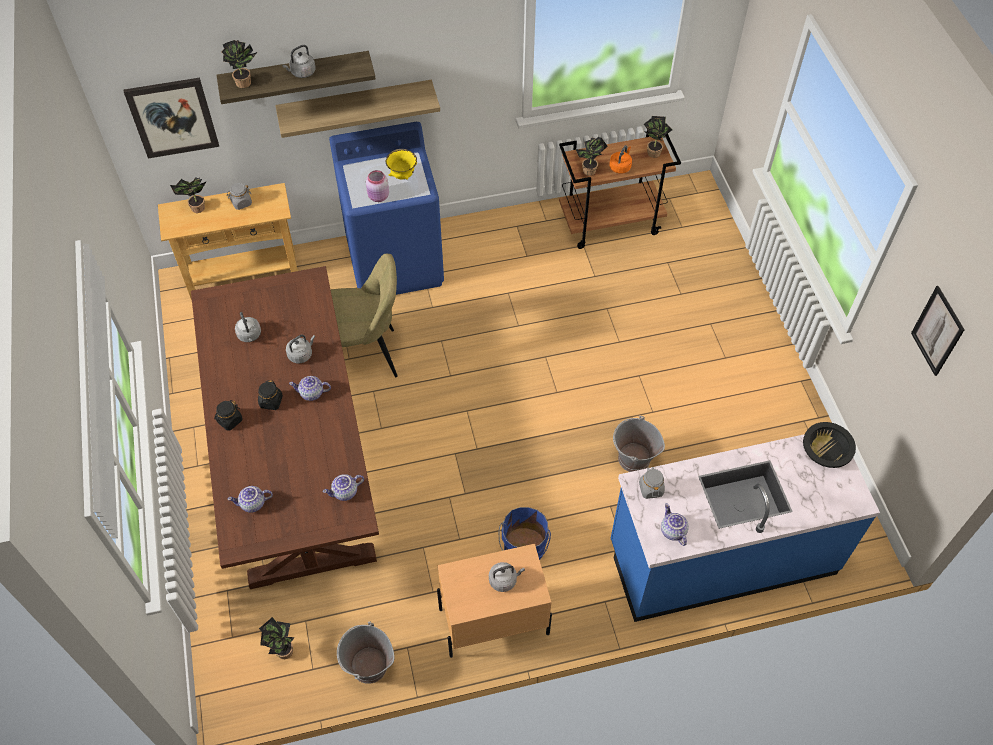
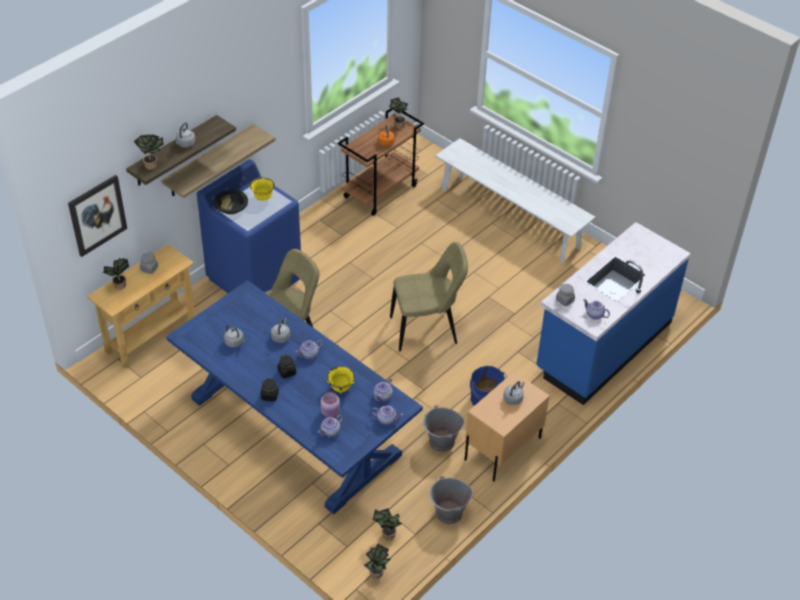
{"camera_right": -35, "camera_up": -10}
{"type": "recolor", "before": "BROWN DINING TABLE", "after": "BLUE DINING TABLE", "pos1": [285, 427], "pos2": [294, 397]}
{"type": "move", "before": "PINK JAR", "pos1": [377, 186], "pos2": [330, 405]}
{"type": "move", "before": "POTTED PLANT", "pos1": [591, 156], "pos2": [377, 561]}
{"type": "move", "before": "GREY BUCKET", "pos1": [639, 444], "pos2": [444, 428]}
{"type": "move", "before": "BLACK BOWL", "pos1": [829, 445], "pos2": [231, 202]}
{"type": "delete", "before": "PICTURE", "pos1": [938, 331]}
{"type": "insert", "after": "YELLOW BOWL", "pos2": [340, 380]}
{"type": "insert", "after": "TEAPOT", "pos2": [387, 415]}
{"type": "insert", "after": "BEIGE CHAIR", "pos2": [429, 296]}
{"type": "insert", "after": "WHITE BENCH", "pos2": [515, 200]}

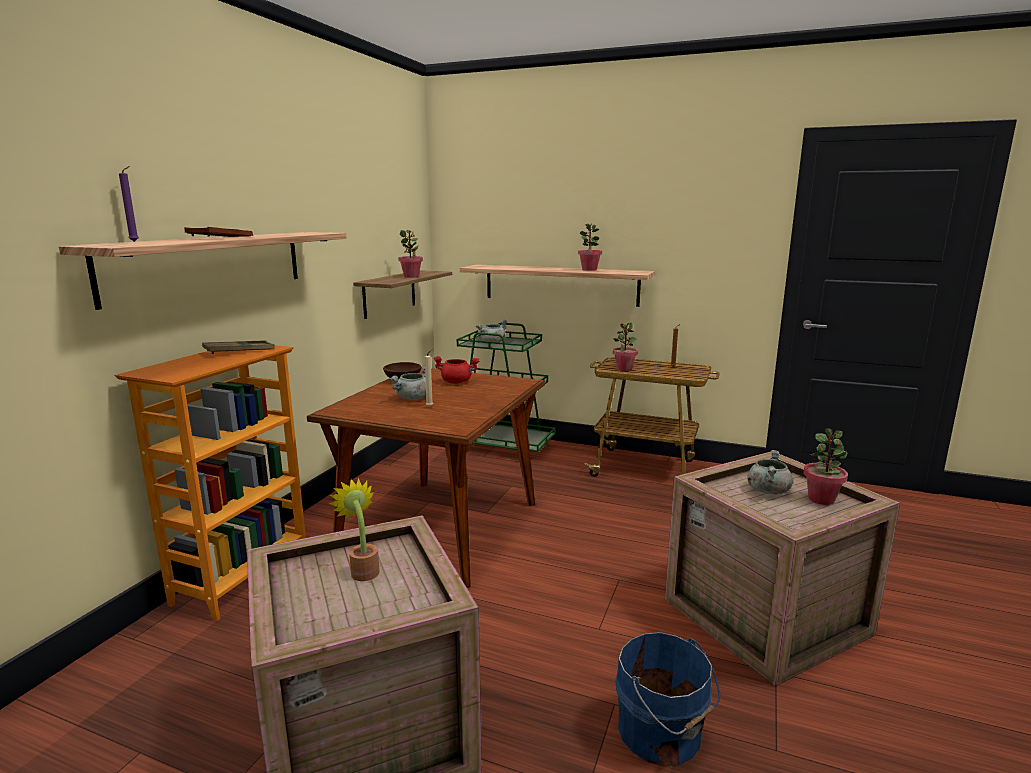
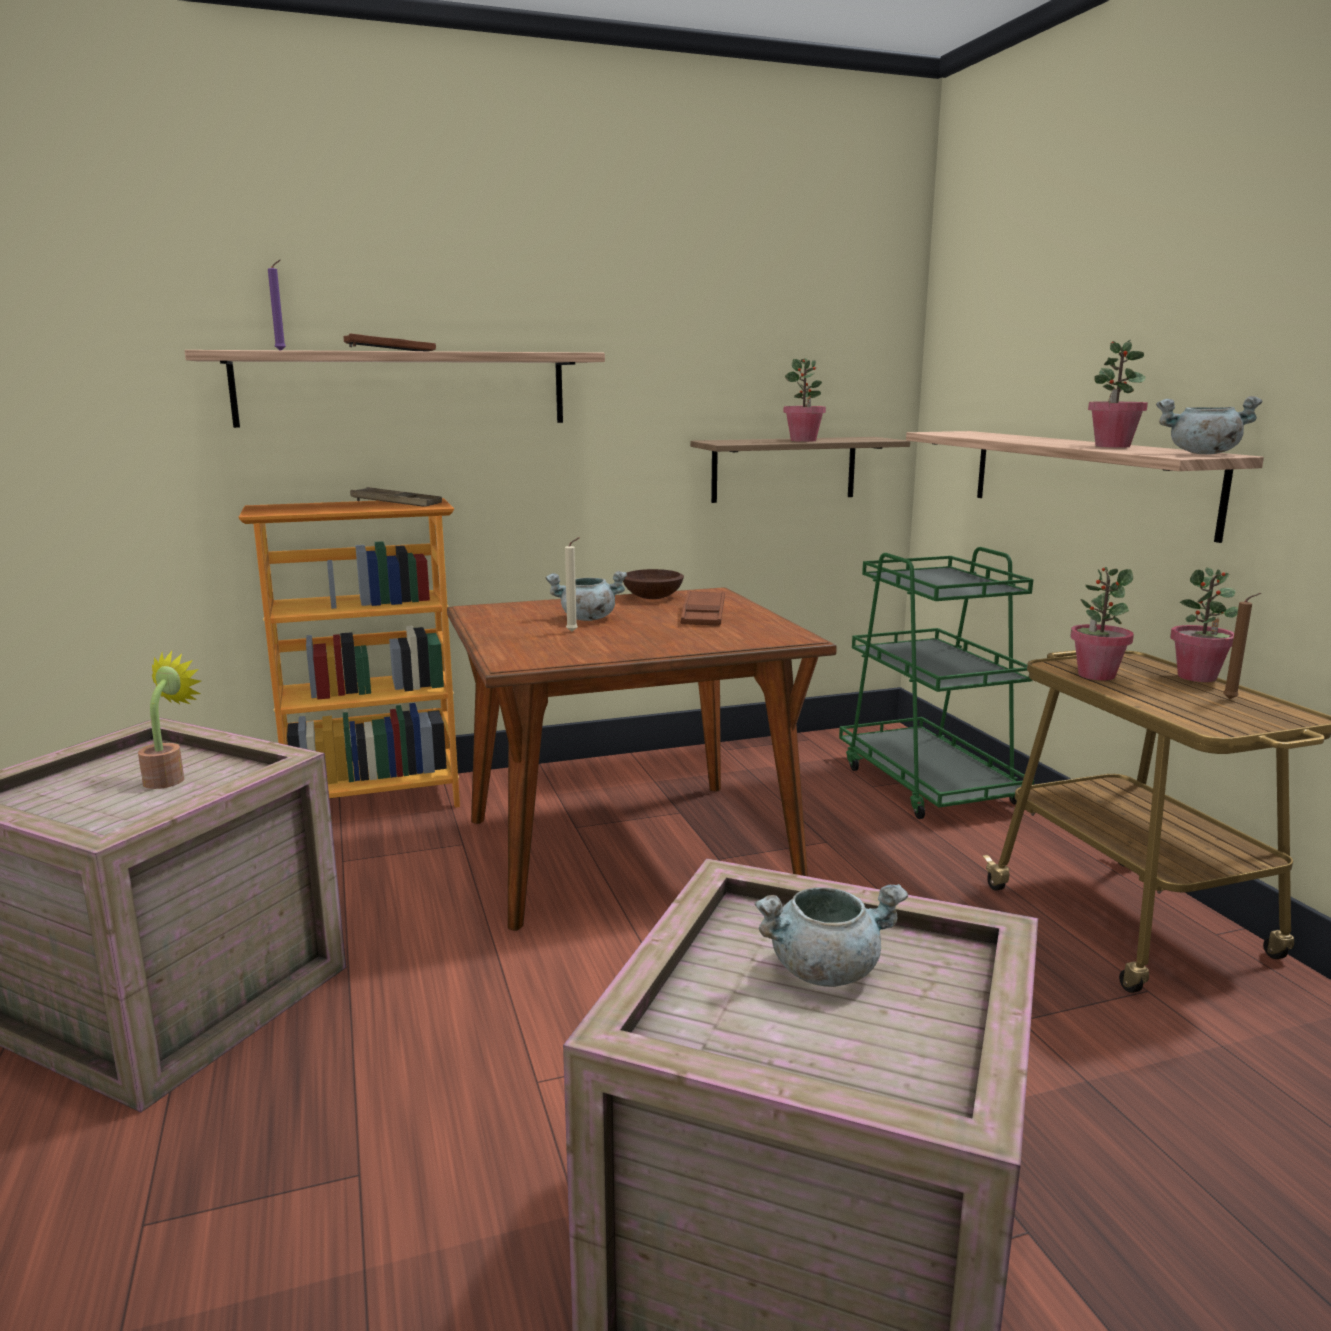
{"camera_right": 50, "camera_up": 0}
{"type": "replace", "before": "RED COOKING POT", "after": "BROWN TRAY", "pos1": [457, 370], "pos2": [702, 608]}
{"type": "move", "before": "GREY COOKING POT", "pos1": [492, 331], "pos2": [1209, 425]}
{"type": "delete", "before": "BLUE BUCKET", "pos1": [667, 699]}
{"type": "move", "before": "POTTED PLANT", "pos1": [825, 466], "pos2": [1204, 624]}

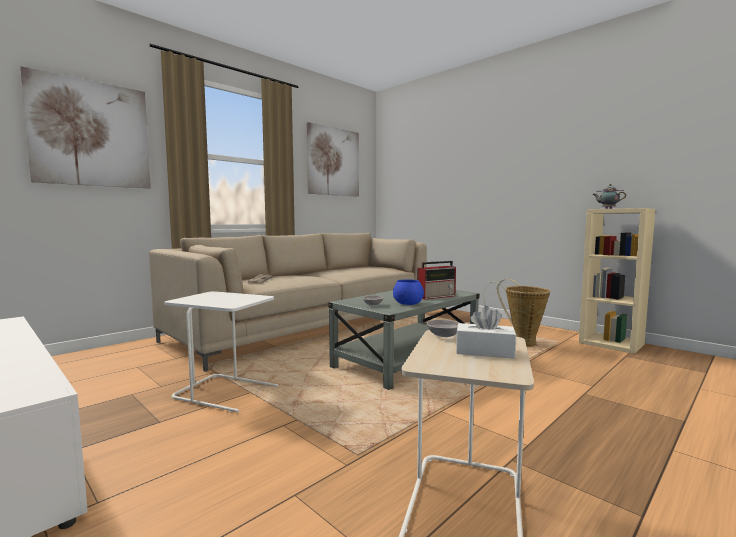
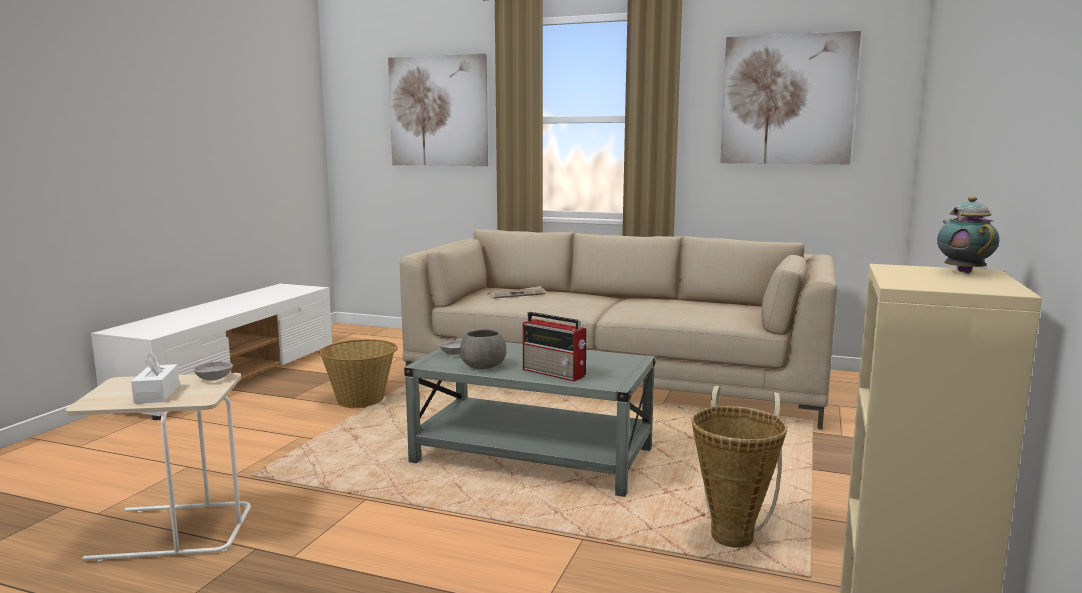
{"camera_right": 65, "camera_up": 5}
{"type": "replace", "before": "WHITE SIDE TABLE", "after": "BASKET", "pos1": [221, 351], "pos2": [359, 373]}
{"type": "recolor", "before": "BLUE BOWL", "after": "GREY BOWL", "pos1": [408, 292], "pos2": [483, 349]}

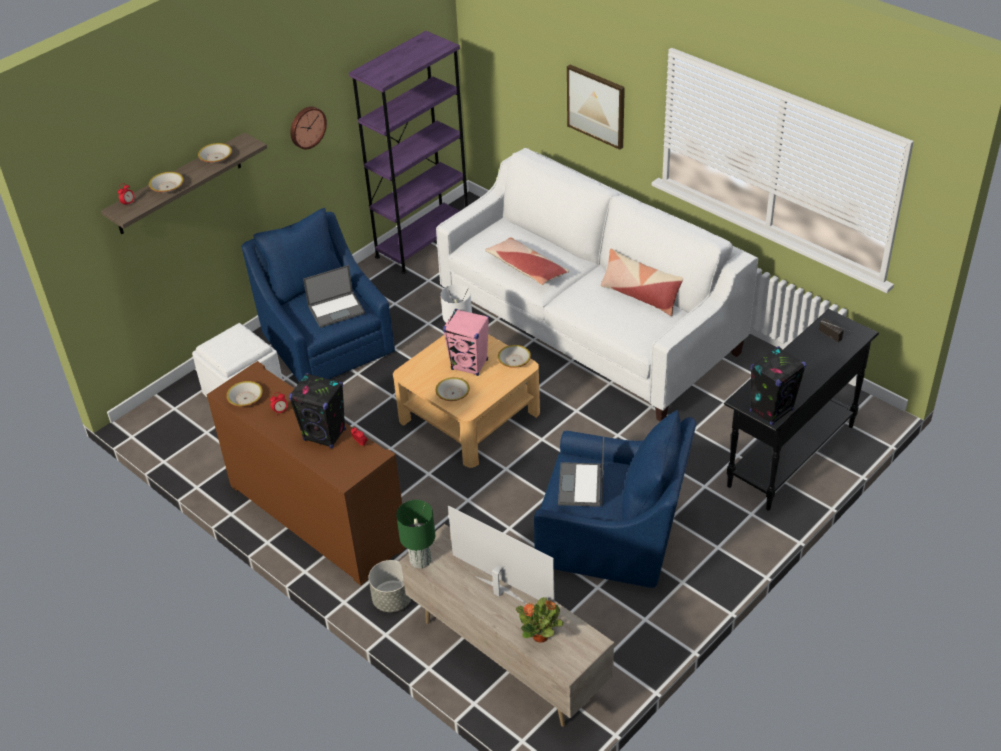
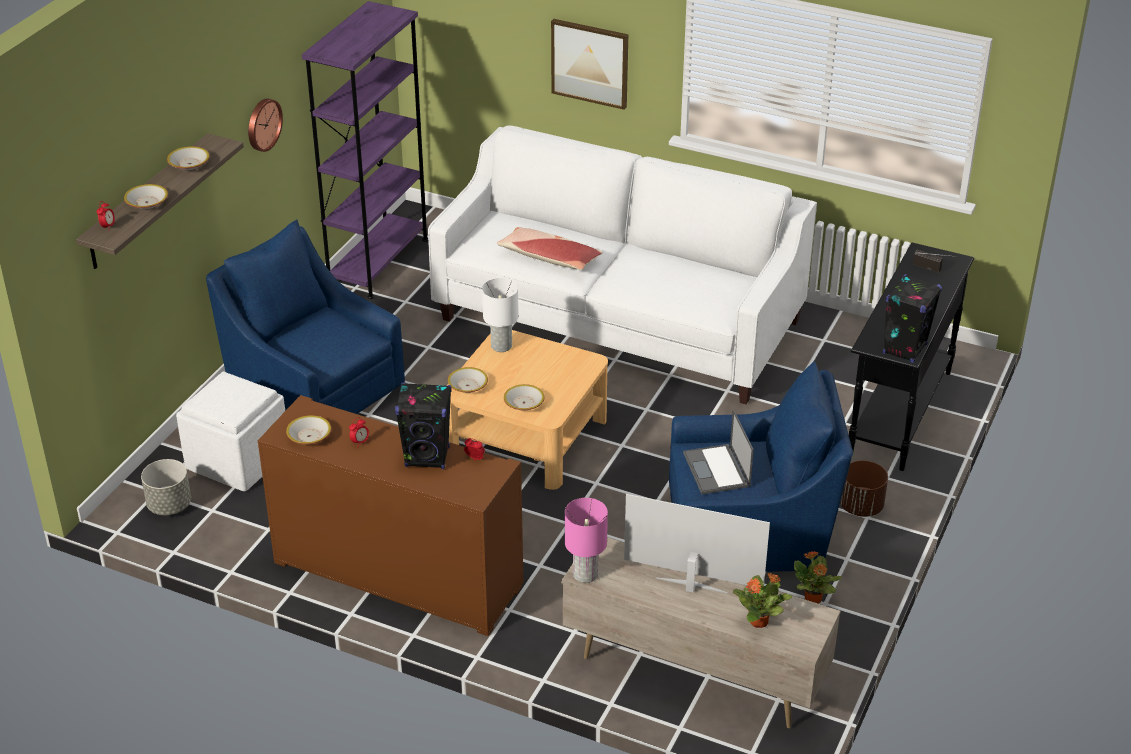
{"camera_right": -20, "camera_up": -5}
{"type": "delete", "before": "LAPTOP", "pos1": [334, 296]}
{"type": "move", "before": "GREY PLANTER", "pos1": [389, 586], "pos2": [166, 487]}
{"type": "recolor", "before": "GREEN TABLE LAMP", "after": "PINK TABLE LAMP", "pos1": [415, 534], "pos2": [586, 540]}
{"type": "delete", "before": "PINK SPEAKER", "pos1": [466, 342]}
{"type": "move", "before": "BOWL", "pos1": [514, 356], "pos2": [468, 380]}
{"type": "delete", "before": "PILLOW", "pos1": [642, 282]}
{"type": "insert", "after": "POTTED PLANT", "pos2": [818, 577]}
{"type": "insert", "after": "BROWN PLANTER", "pos2": [864, 488]}

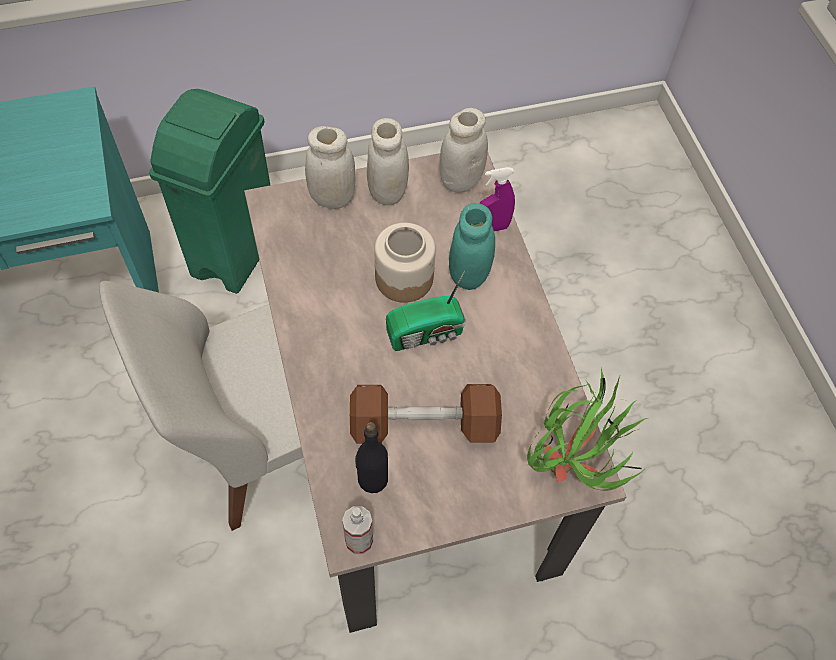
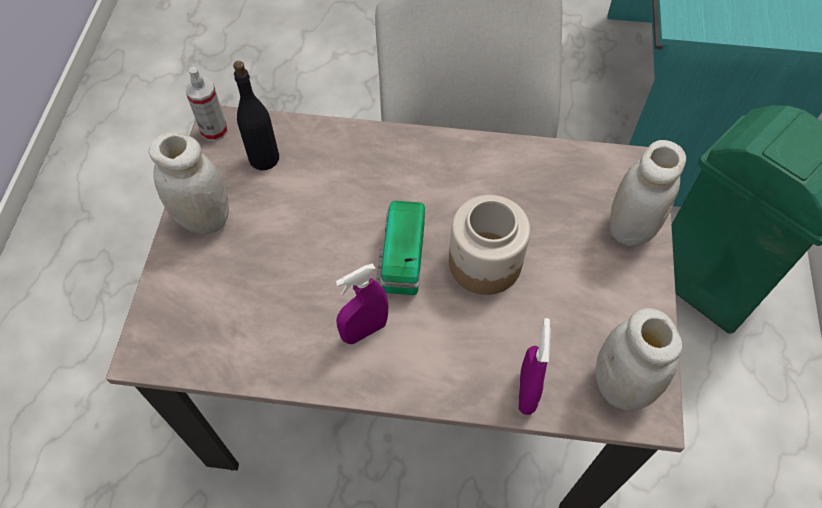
{"camera_right": 115, "camera_up": 0}
{"type": "delete", "before": "BROWN DUMBBELL", "pos1": [426, 414]}
{"type": "move", "before": "WHITE JAR", "pos1": [388, 161], "pos2": [189, 183]}
{"type": "delete", "before": "TURQUOISE JAR", "pos1": [472, 246]}
{"type": "delete", "before": "POTTED PLANT", "pos1": [588, 429]}
{"type": "insert", "after": "PURPLE SPRAY BOTTLE", "pos2": [362, 303]}

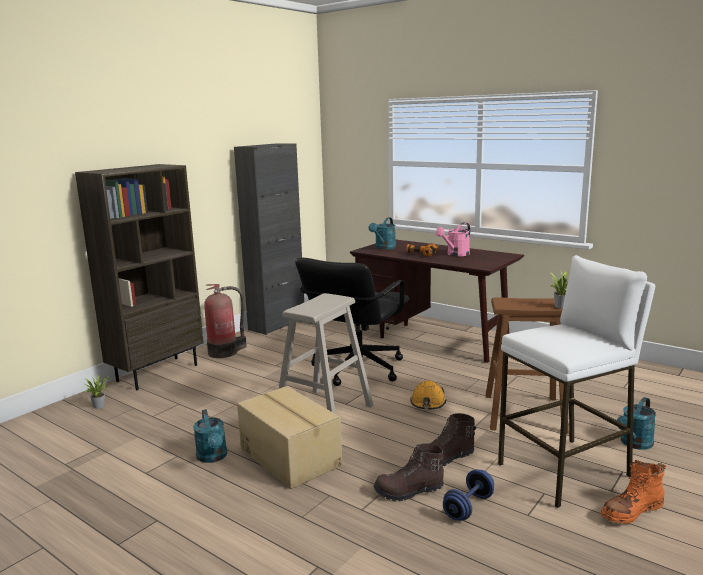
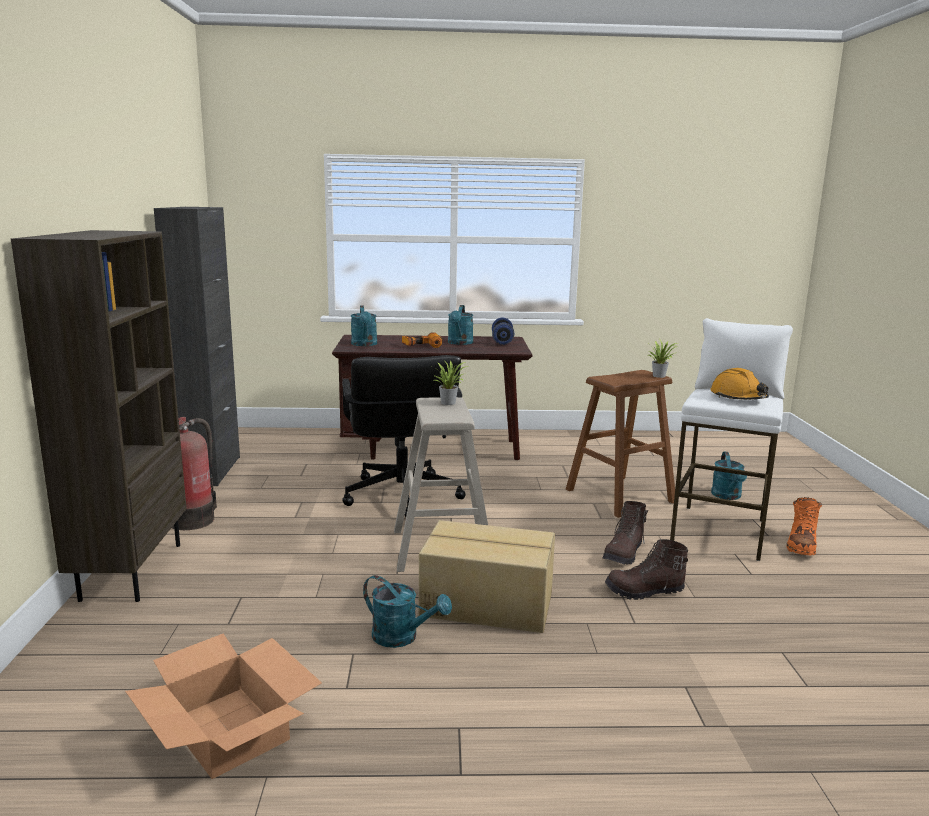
{"camera_right": -40, "camera_up": 0}
{"type": "move", "before": "POTTED PLANT", "pos1": [97, 392], "pos2": [449, 382]}
{"type": "rotate", "before": "BROWN BOOT", "pos1": [408, 472], "pos2": [646, 569], "turn": 45}
{"type": "move", "before": "ORANGE HARD HAT", "pos1": [428, 394], "pos2": [739, 384]}
{"type": "recolor", "before": "PINK WATERING CAN", "after": "TURQUOISE WATERING CAN", "pos1": [453, 239], "pos2": [460, 325]}
{"type": "move", "before": "BLUE DUMBBELL", "pos1": [468, 495], "pos2": [503, 331]}
{"type": "insert", "after": "CARDBOARD BOX", "pos2": [223, 706]}

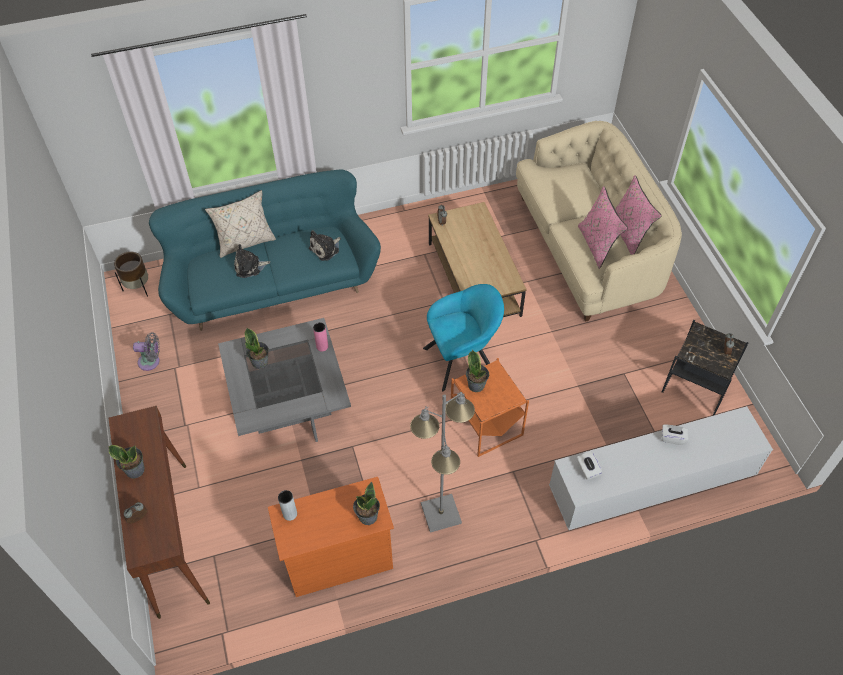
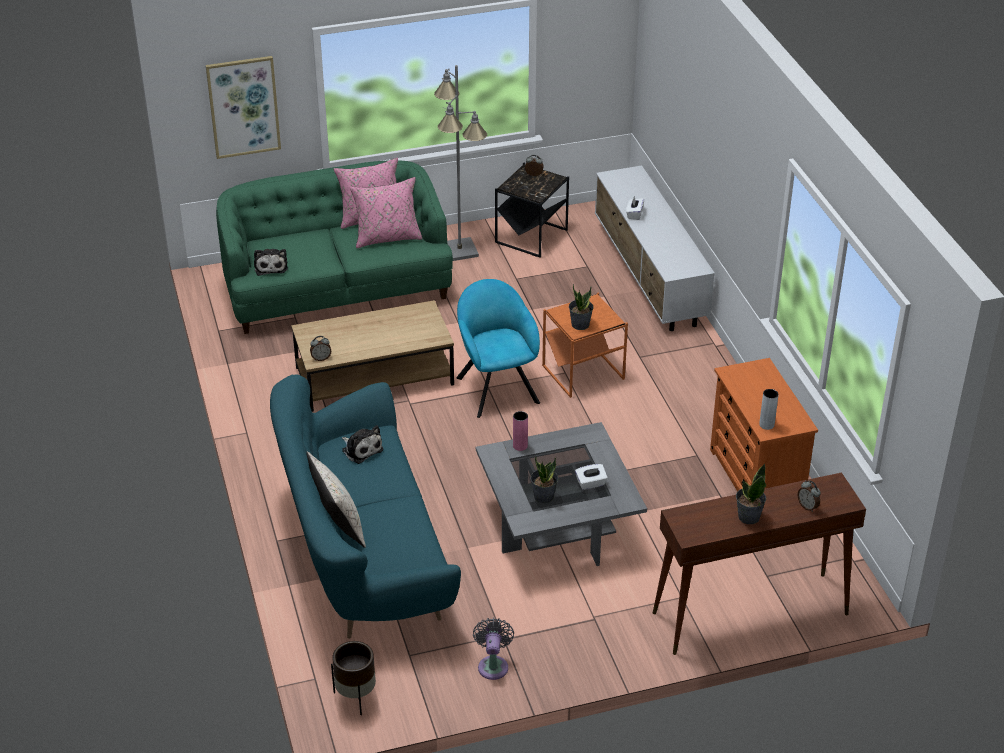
{"camera_right": -90, "camera_up": -15}
{"type": "move", "before": "PLUSH TOY", "pos1": [252, 261], "pos2": [271, 262]}
{"type": "delete", "before": "POTTED PLANT", "pos1": [366, 503]}
{"type": "move", "before": "GREY FLOOR LAMP", "pos1": [442, 462], "pos2": [460, 163]}
{"type": "recolor", "before": "BEIGE SOFA", "after": "GREEN SOFA", "pos1": [599, 221], "pos2": [334, 247]}
{"type": "move", "before": "WHITE TISSUE BOX", "pos1": [589, 465], "pos2": [591, 477]}
{"type": "insert", "after": "PICTURE", "pos2": [243, 107]}

